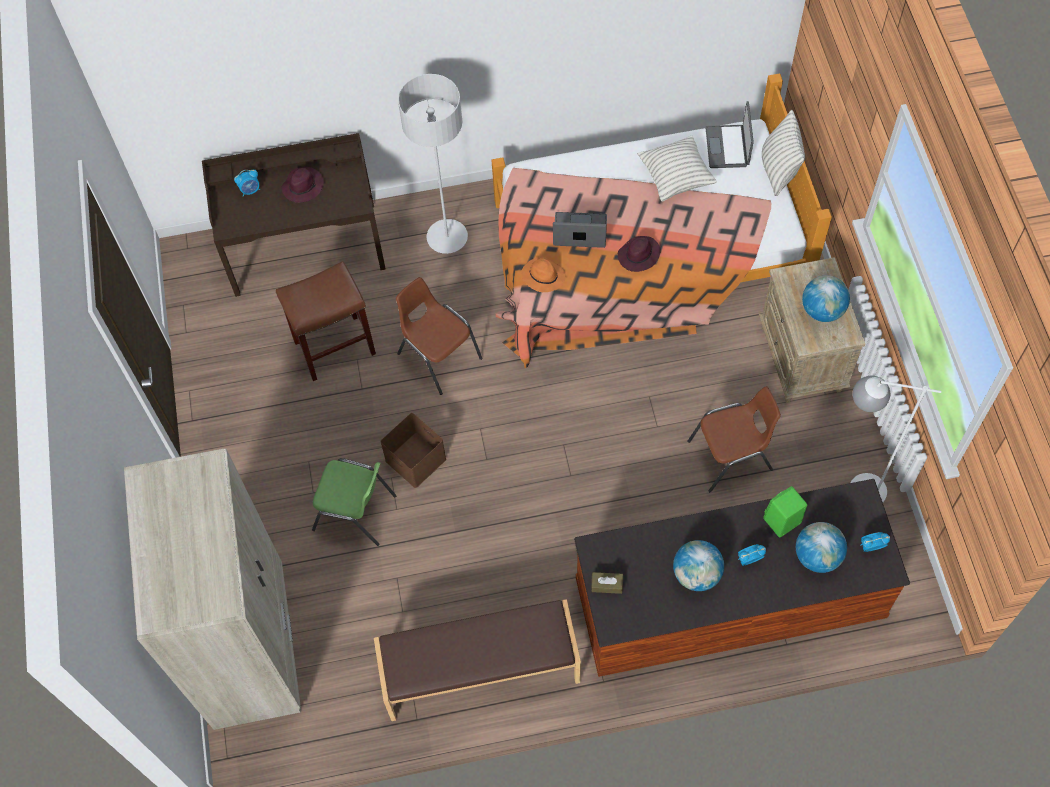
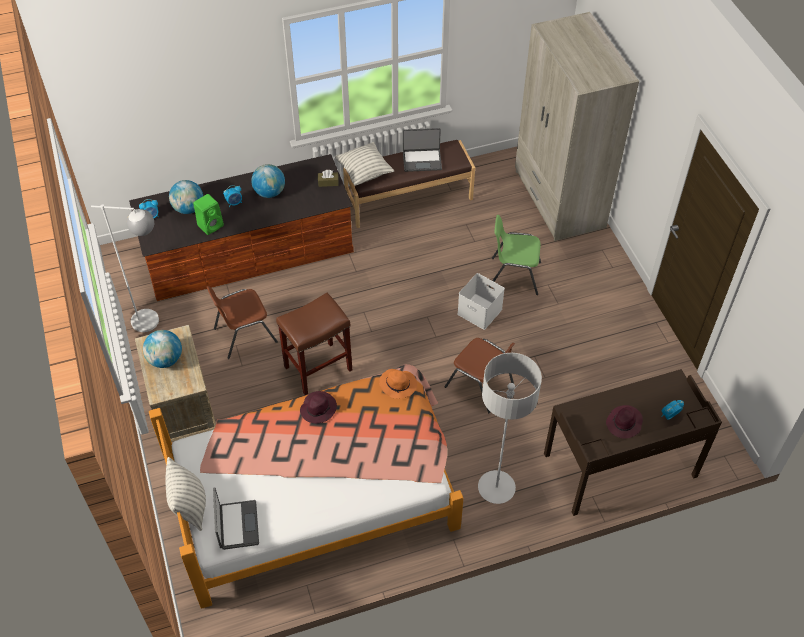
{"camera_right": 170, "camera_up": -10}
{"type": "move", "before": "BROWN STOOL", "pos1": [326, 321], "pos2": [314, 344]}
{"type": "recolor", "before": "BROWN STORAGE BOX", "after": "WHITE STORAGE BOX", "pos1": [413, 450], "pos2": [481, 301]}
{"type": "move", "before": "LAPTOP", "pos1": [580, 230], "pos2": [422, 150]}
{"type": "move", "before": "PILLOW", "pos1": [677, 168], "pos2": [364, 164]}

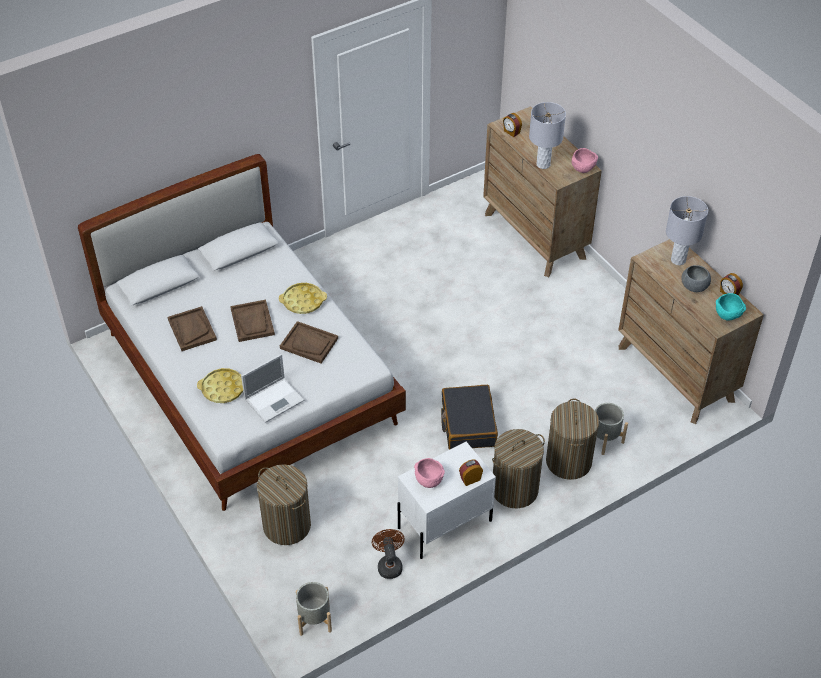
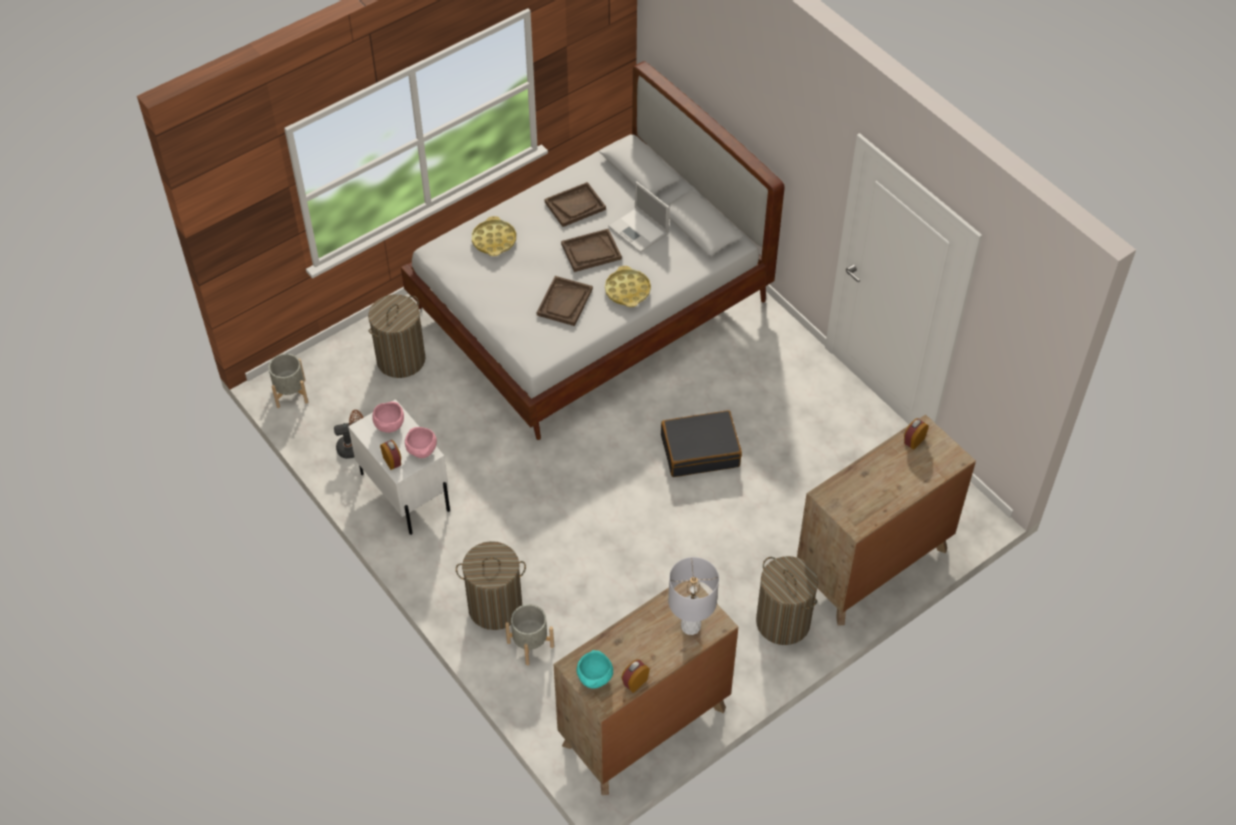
{"camera_right": 85, "camera_up": 5}
{"type": "move", "before": "LAPTOP", "pos1": [272, 388], "pos2": [639, 217]}
{"type": "move", "before": "BLACK SUITCASE", "pos1": [469, 417], "pos2": [701, 443]}
{"type": "move", "before": "LAUNDRY BASKET", "pos1": [518, 468], "pos2": [787, 600]}
{"type": "delete", "before": "GREY TABLE LAMP", "pos1": [547, 135]}
{"type": "move", "before": "PINK BOWL", "pos1": [585, 160], "pos2": [421, 442]}
{"type": "delete", "before": "GREY BOWL", "pos1": [696, 278]}

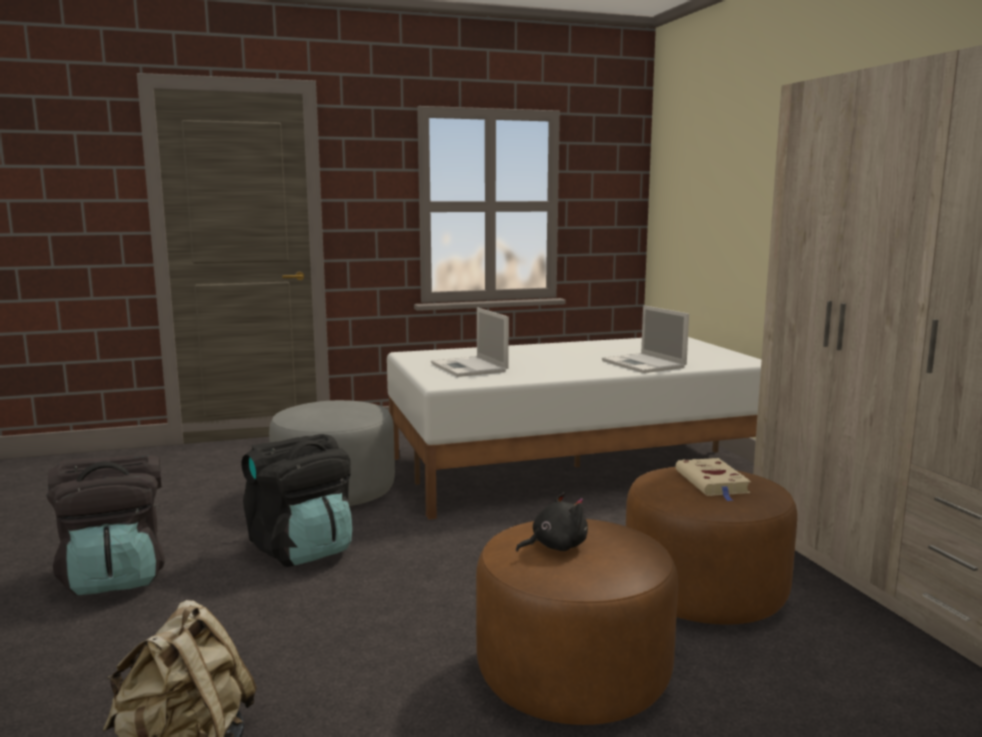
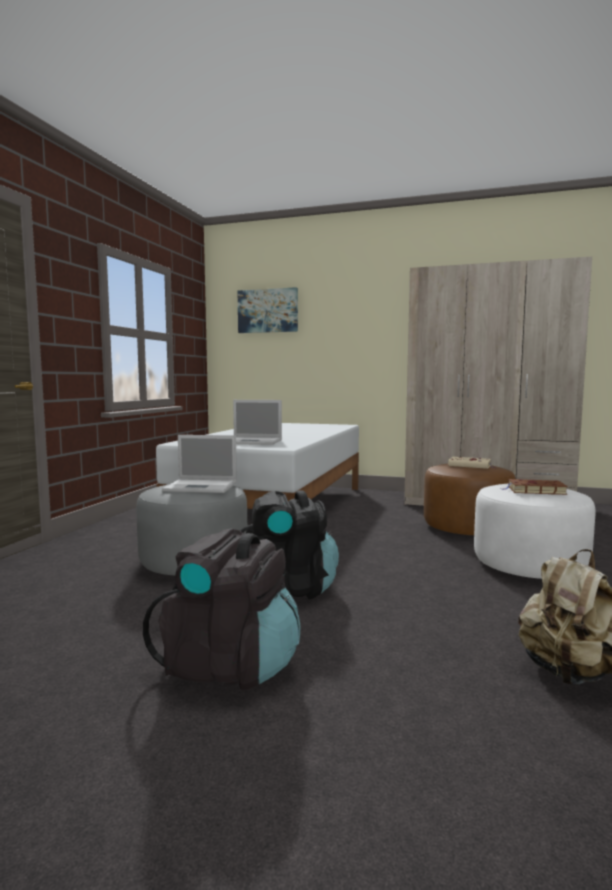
{"camera_right": -55, "camera_up": -5}
{"type": "recolor", "before": "BROWN OTTOMAN", "after": "WHITE OTTOMAN", "pos1": [577, 622], "pos2": [535, 531]}
{"type": "replace", "before": "BLACK PLUSH TOY", "after": "BROWN BOOK", "pos1": [552, 522], "pos2": [534, 487]}
{"type": "move", "before": "LAPTOP", "pos1": [645, 339], "pos2": [199, 464]}
{"type": "insert", "after": "PICTURE", "pos2": [268, 310]}

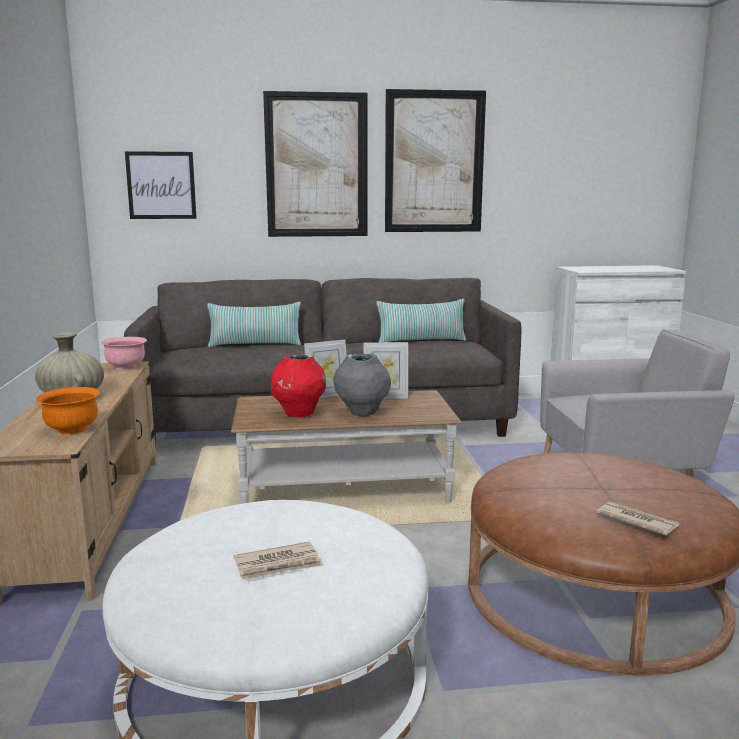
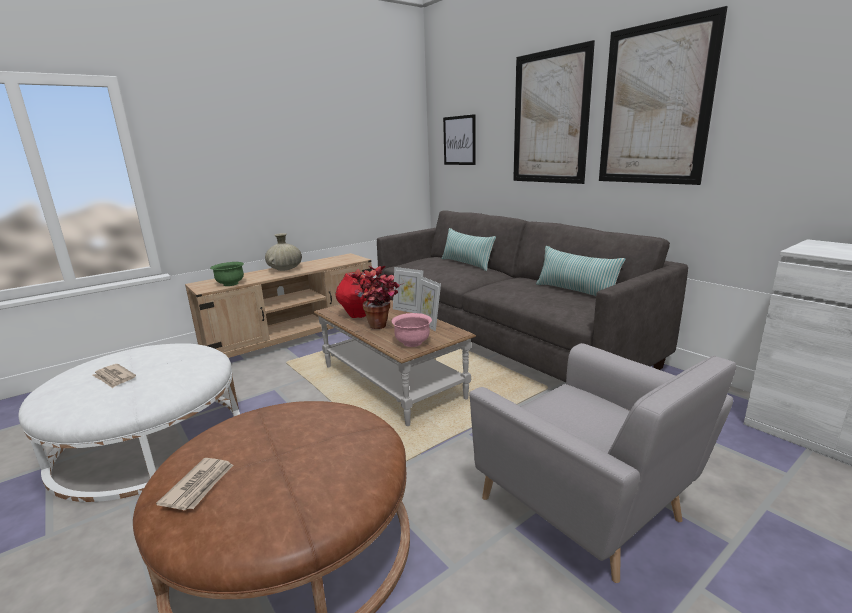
{"camera_right": 60, "camera_up": 5}
{"type": "recolor", "before": "ORANGE BOWL", "after": "GREEN BOWL", "pos1": [68, 411], "pos2": [227, 274]}
{"type": "move", "before": "PINK BOWL", "pos1": [124, 353], "pos2": [412, 330]}
{"type": "replace", "before": "GREY VASE", "after": "POTTED PLANT", "pos1": [362, 385], "pos2": [374, 297]}

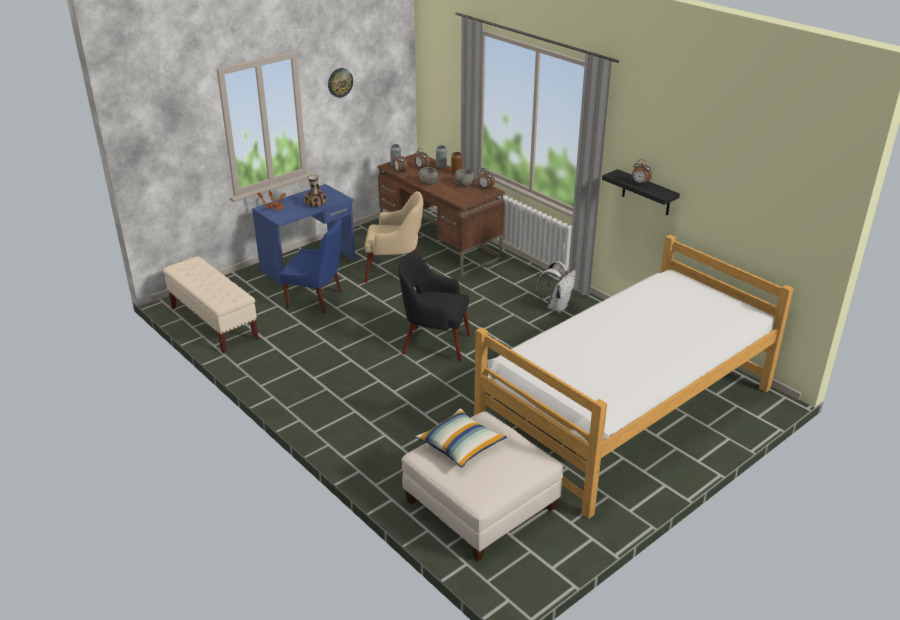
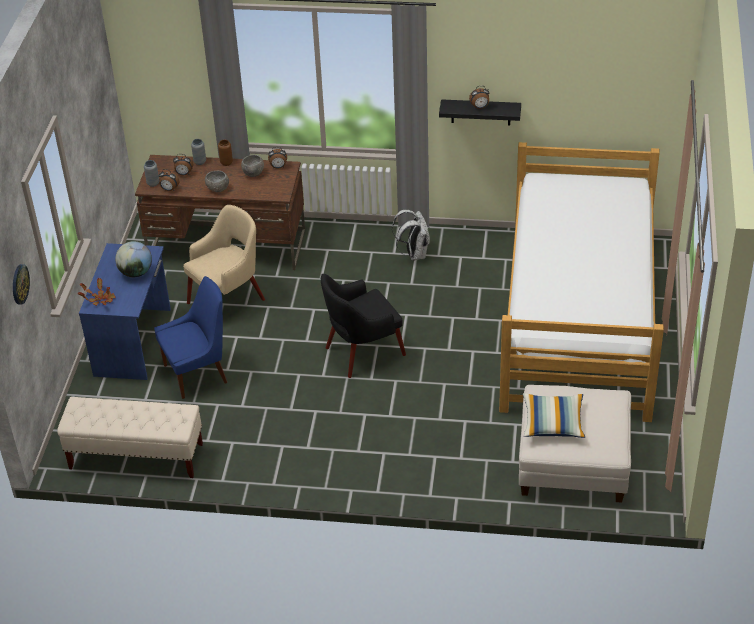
{"camera_right": -40, "camera_up": 10}
{"type": "replace", "before": "VASE", "after": "GLOBE", "pos1": [315, 191], "pos2": [133, 259]}
{"type": "move", "before": "WALL CLOCK", "pos1": [340, 83], "pos2": [21, 284]}

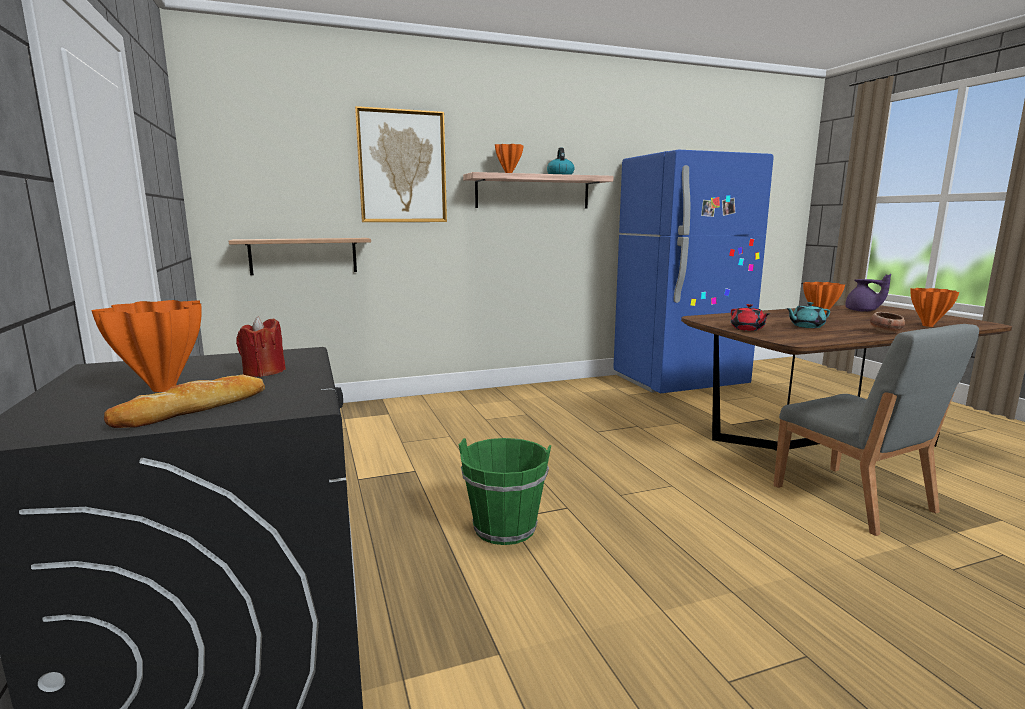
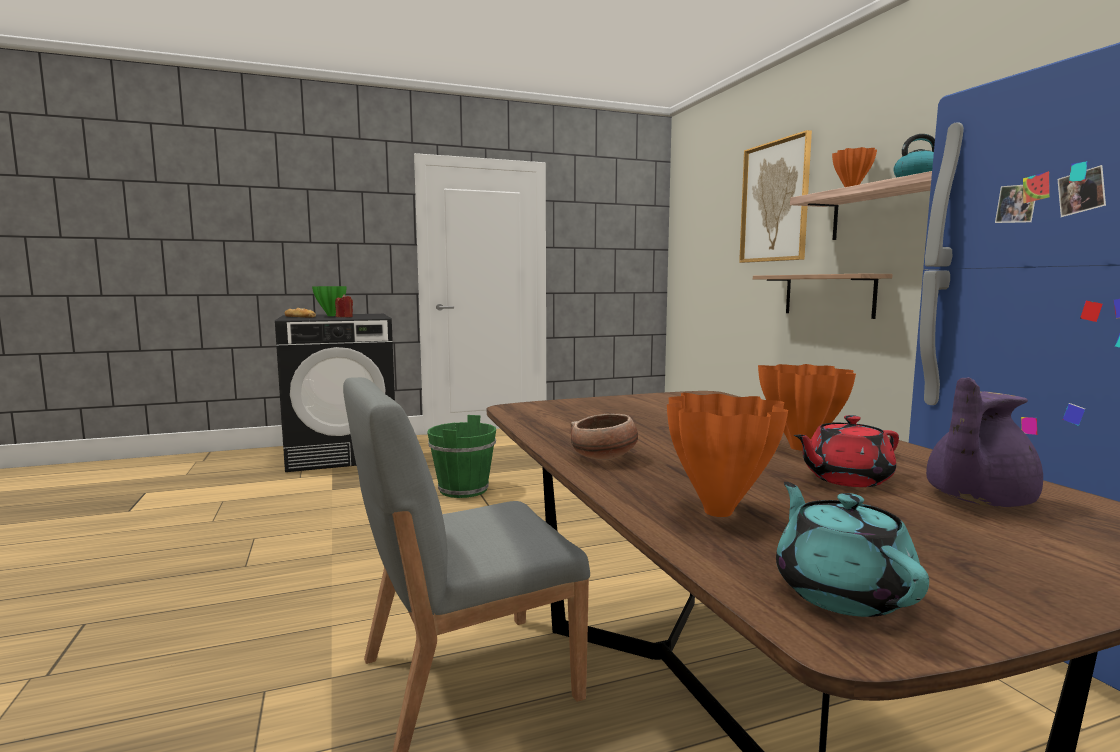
{"camera_right": 90, "camera_up": -5}
{"type": "recolor", "before": "ORANGE VASE", "after": "GREEN VASE", "pos1": [146, 346], "pos2": [329, 301]}
{"type": "move", "before": "SHELF", "pos1": [299, 256], "pos2": [823, 296]}
{"type": "move", "before": "RED TEAPOT", "pos1": [750, 317], "pos2": [846, 451]}
{"type": "move", "before": "TURQUOISE TEAPOT", "pos1": [808, 315], "pos2": [852, 549]}

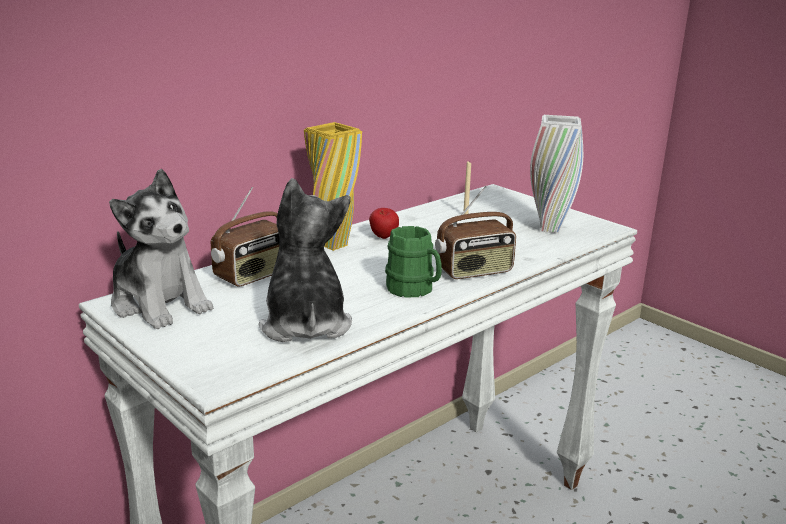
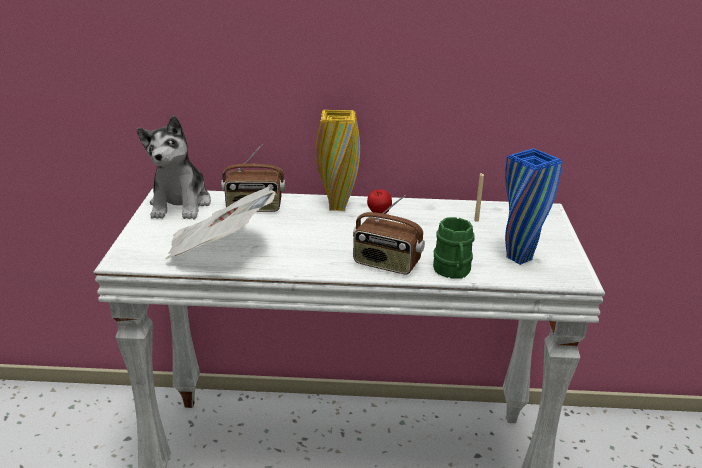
{"camera_right": 45, "camera_up": 5}
{"type": "replace", "before": "PLUSH TOY", "after": "NEWSPAPER", "pos1": [305, 260], "pos2": [220, 223]}
{"type": "move", "before": "GREEN MUG", "pos1": [413, 262], "pos2": [454, 248]}
{"type": "recolor", "before": "WHITE VASE", "after": "BLUE VASE", "pos1": [556, 174], "pos2": [534, 206]}

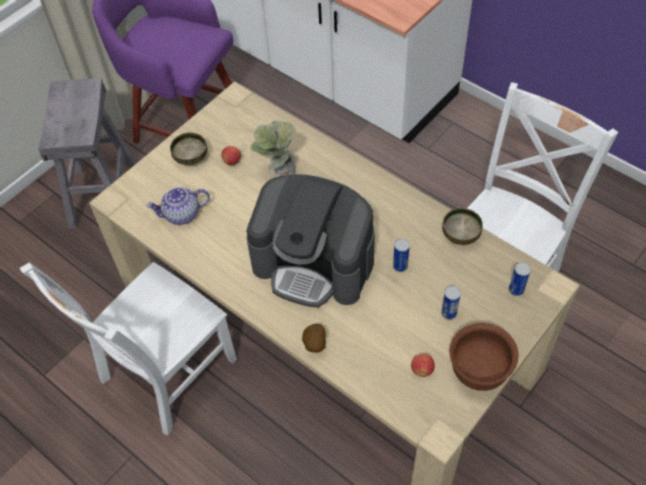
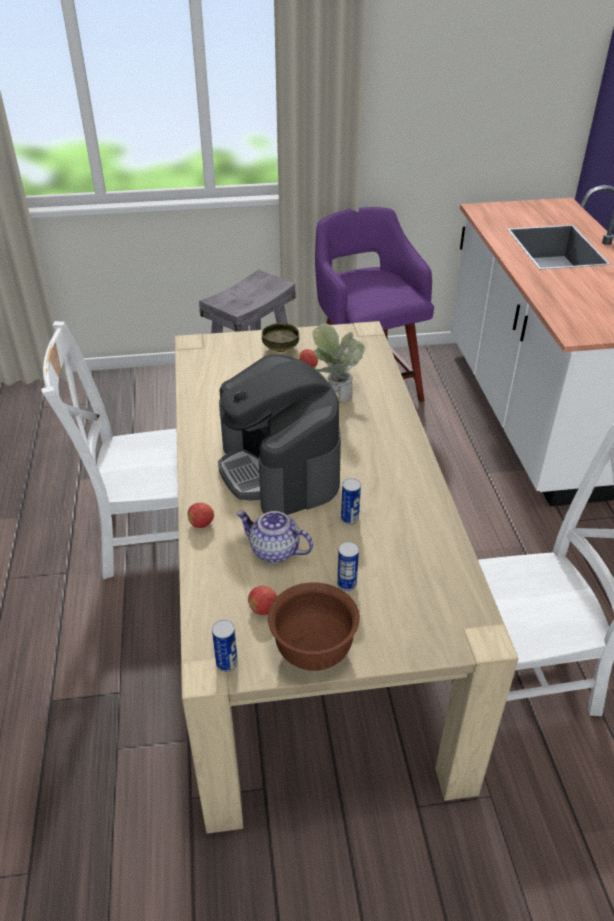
{"camera_right": 40, "camera_up": -15}
{"type": "move", "before": "TEAPOT", "pos1": [178, 206], "pos2": [275, 537]}
{"type": "replace", "before": "POTATO", "after": "APPLE", "pos1": [314, 338], "pos2": [200, 515]}
{"type": "delete", "before": "BOWL", "pos1": [462, 226]}
{"type": "move", "before": "CAN", "pos1": [520, 279], "pos2": [225, 646]}

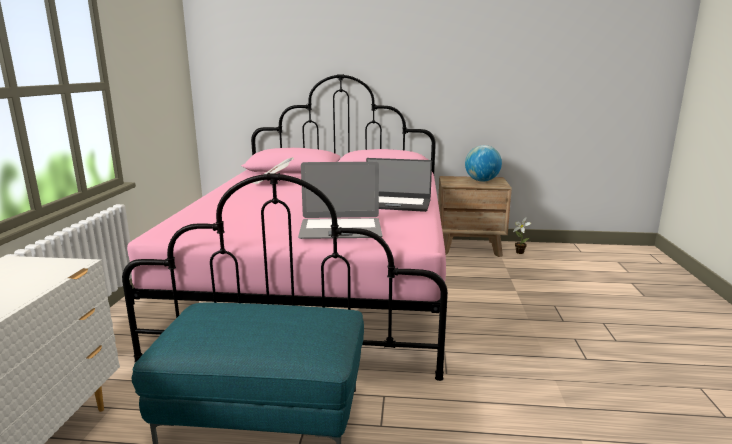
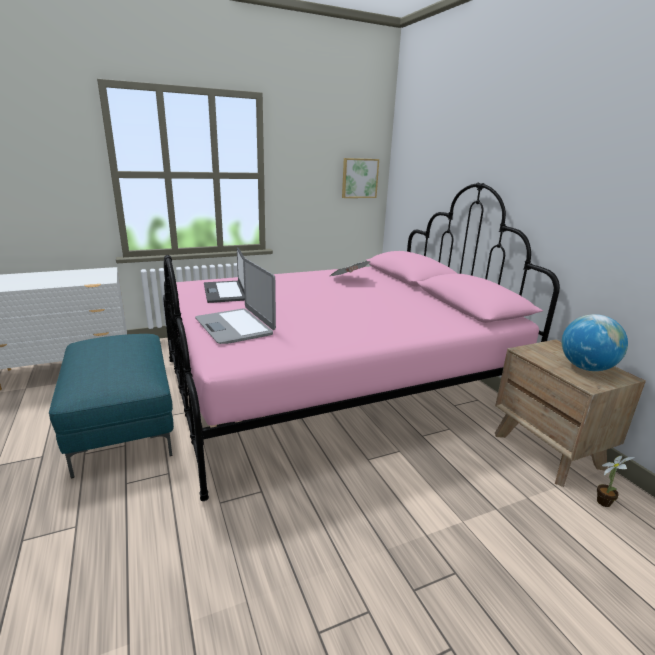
{"camera_right": 60, "camera_up": 5}
{"type": "move", "before": "LAPTOP", "pos1": [399, 185], "pos2": [224, 275]}
{"type": "insert", "after": "PICTURE", "pos2": [360, 178]}

